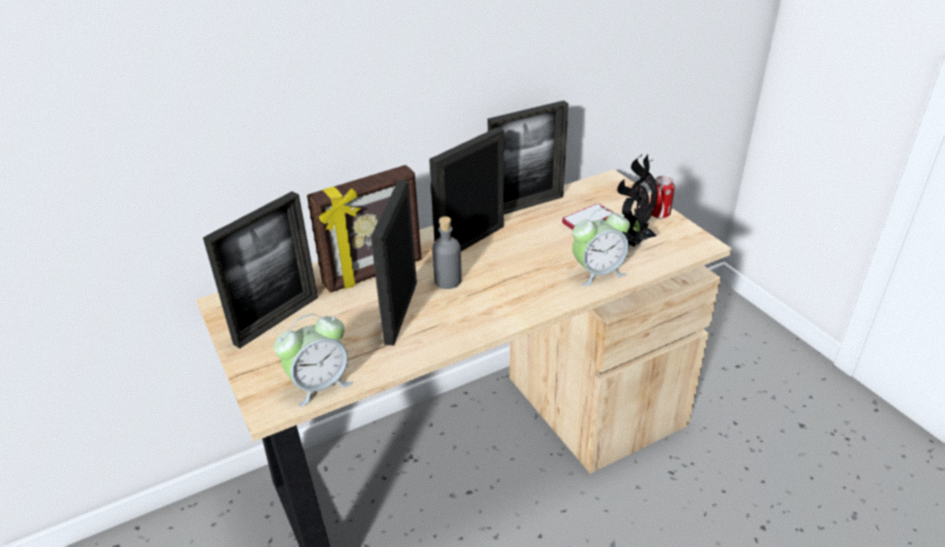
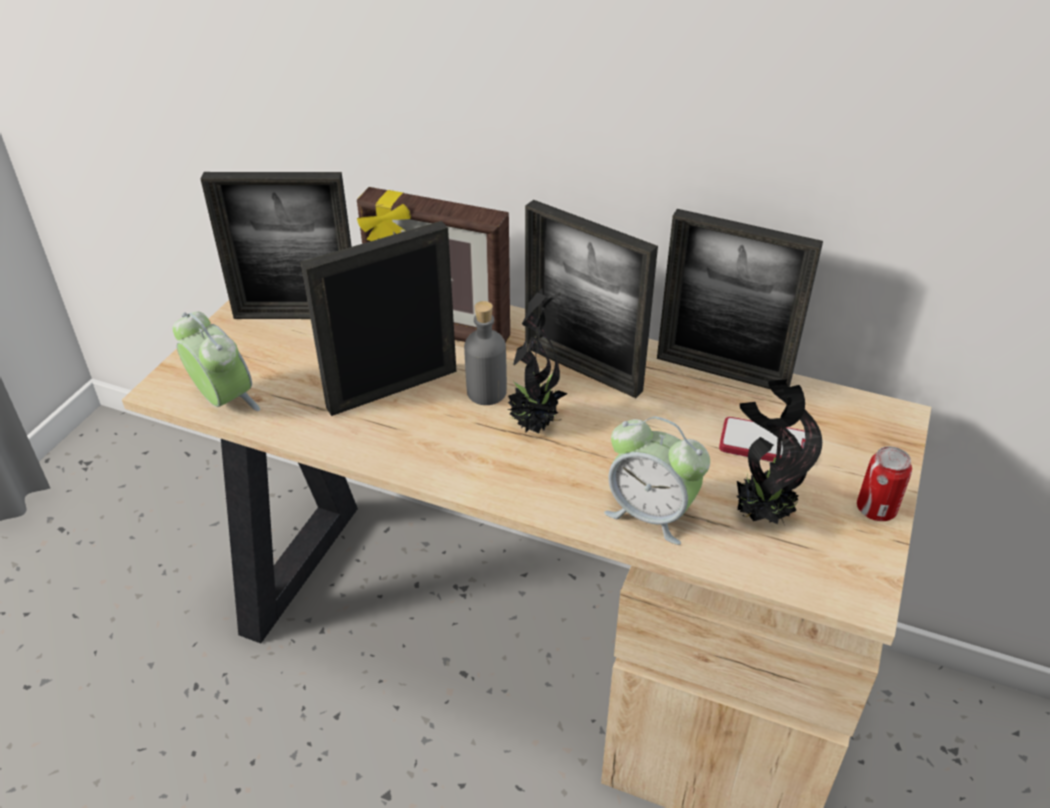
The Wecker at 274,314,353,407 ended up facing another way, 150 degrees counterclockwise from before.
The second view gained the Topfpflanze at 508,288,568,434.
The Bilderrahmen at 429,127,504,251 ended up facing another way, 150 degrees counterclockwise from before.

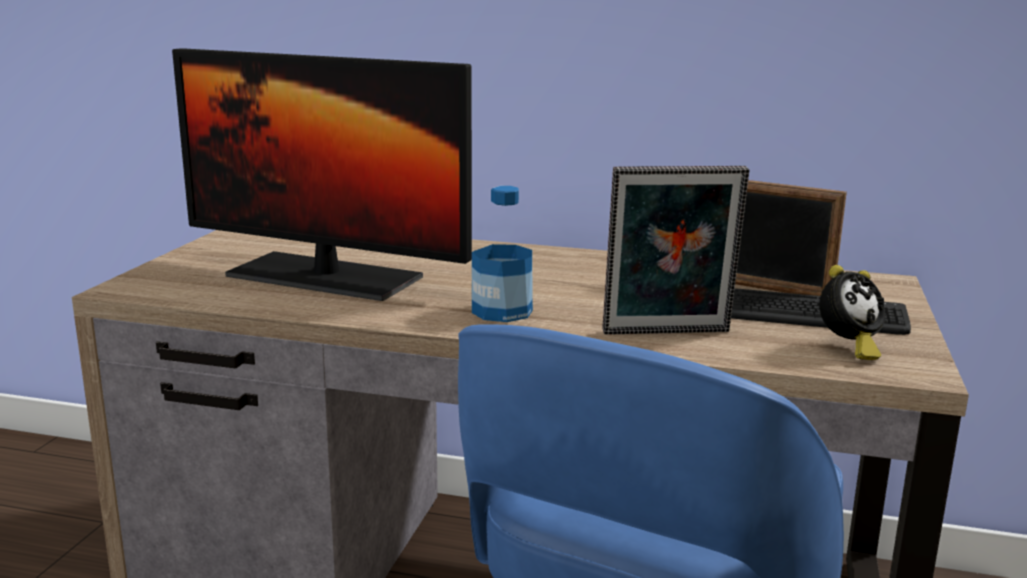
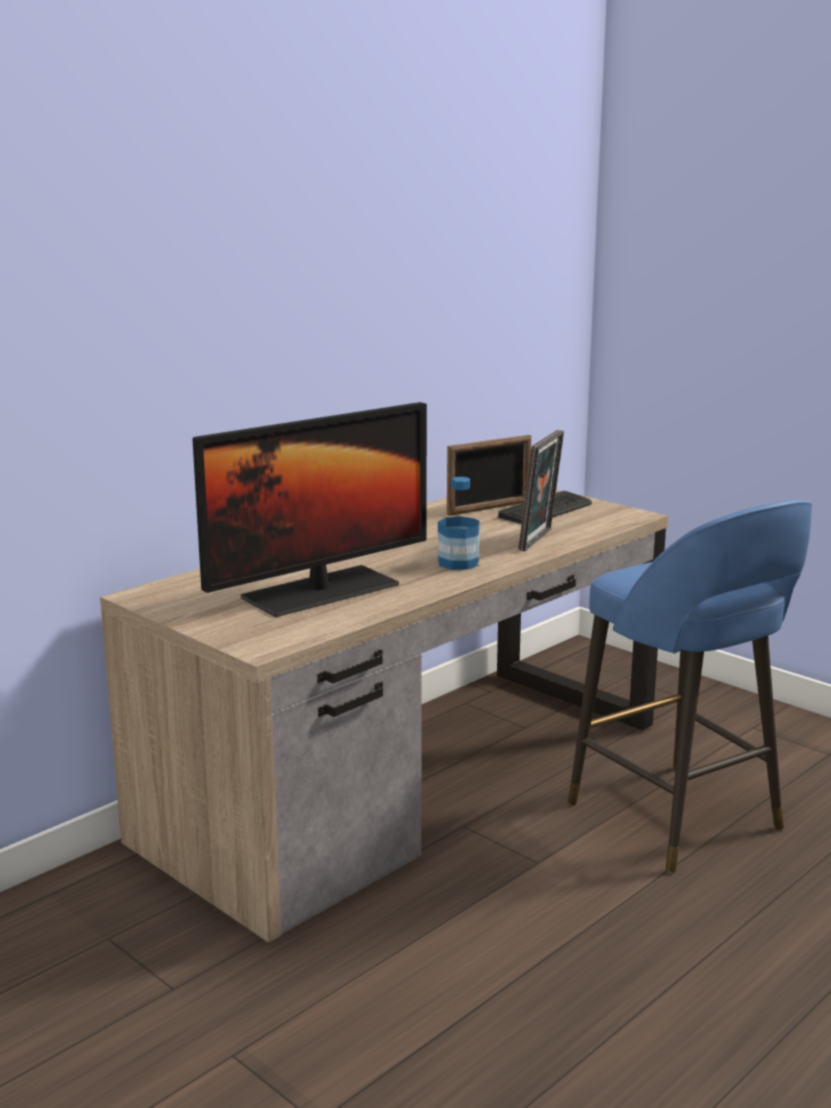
The second view lost the Wecker at 819,265,885,360.

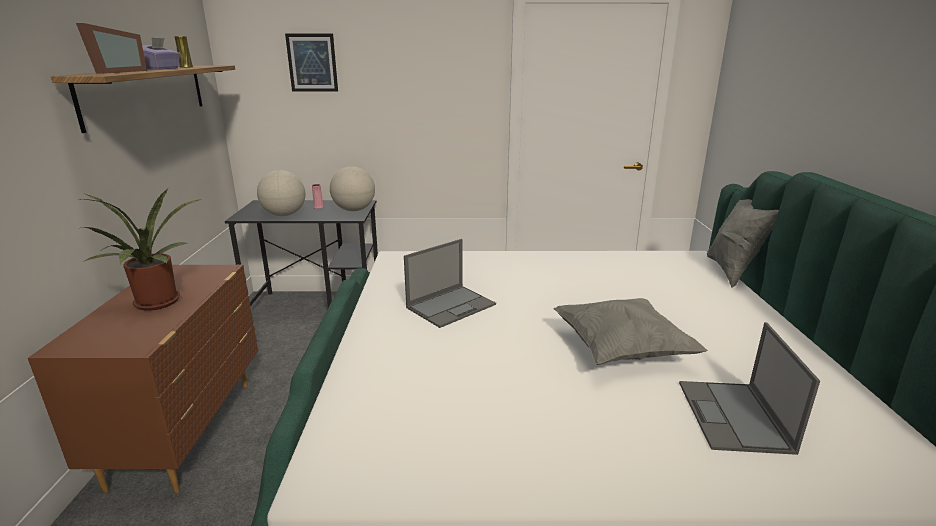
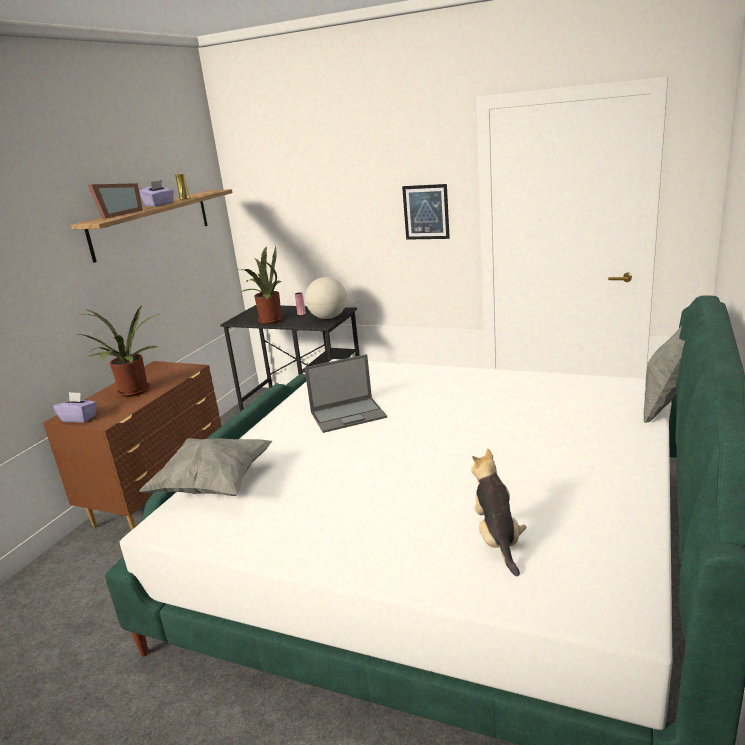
The second view gained the Taschentuchbox [lila] at 53,392,97,423.
The Kissen [grau] ended up elsewhere, having gone from 553,298,708,365 to 140,438,273,496.
Where the Globus stood at 257,170,305,216, the Topfpflanze came to stand at 240,246,283,324.
The Bild ended up elsewhere, having gone from 285,34,338,92 to 402,184,450,240.
Where the Laptop stood at 679,322,820,455, the Plüschtier came to stand at 471,448,526,576.

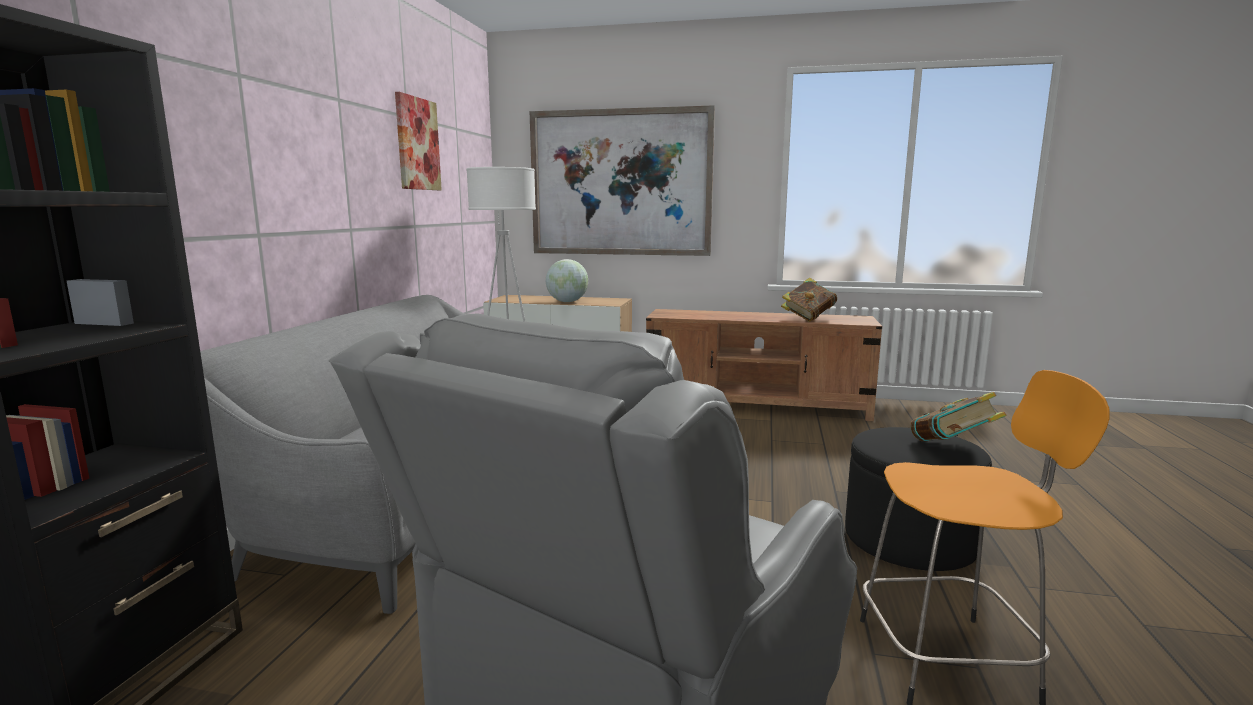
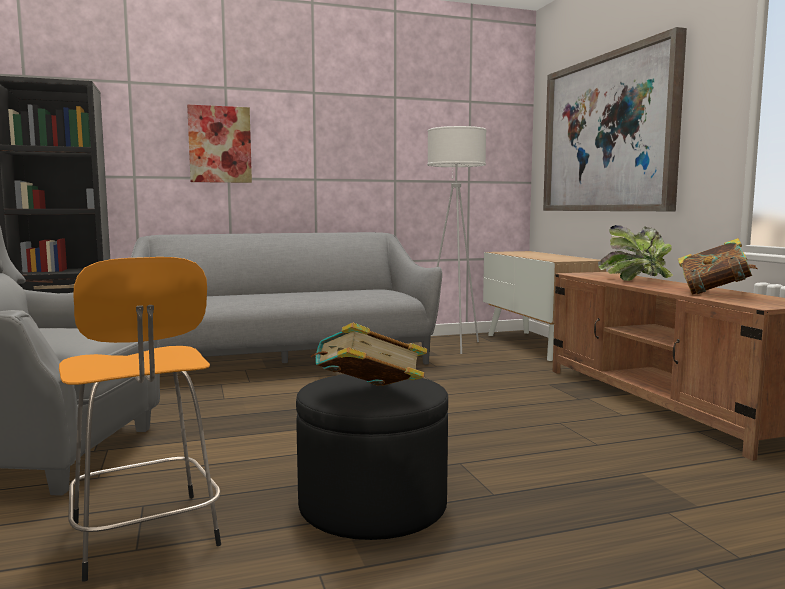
The Bild ended up elsewhere, having gone from 395,92,442,190 to 187,104,252,183.
The second view gained the Topfpflanze at 598,225,673,281.
The second view lost the Globus at 546,259,588,302.

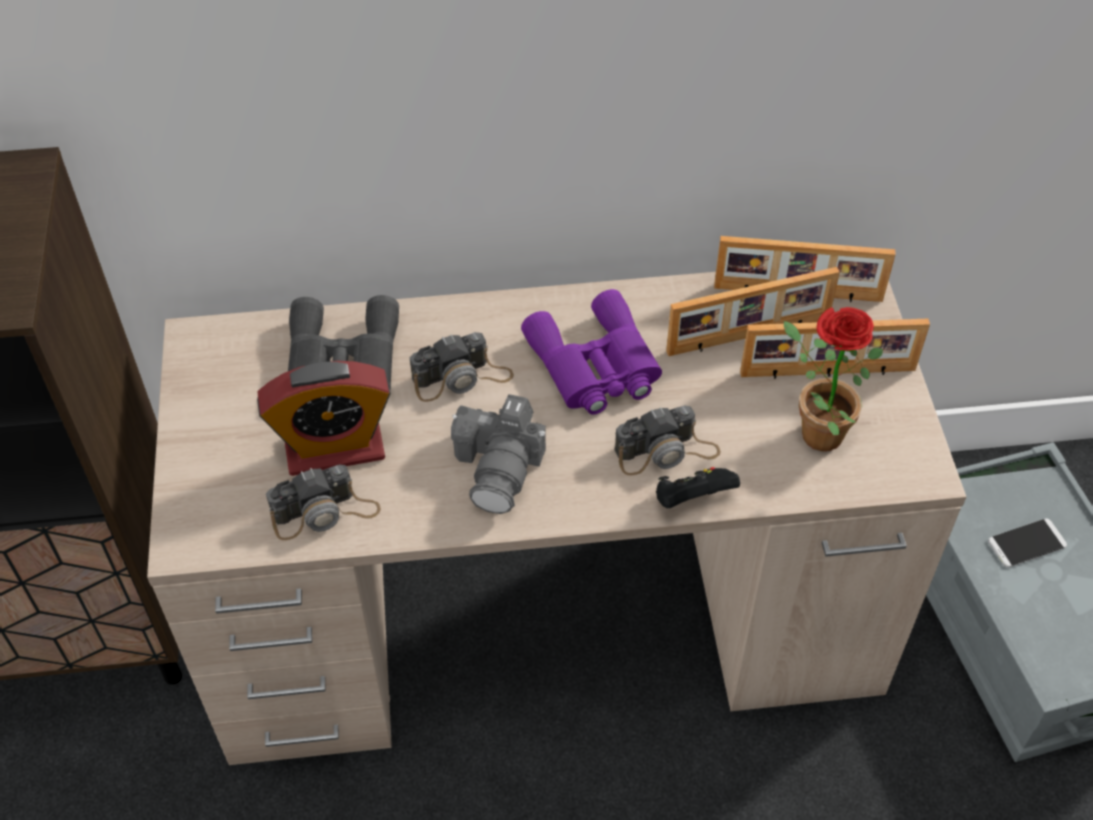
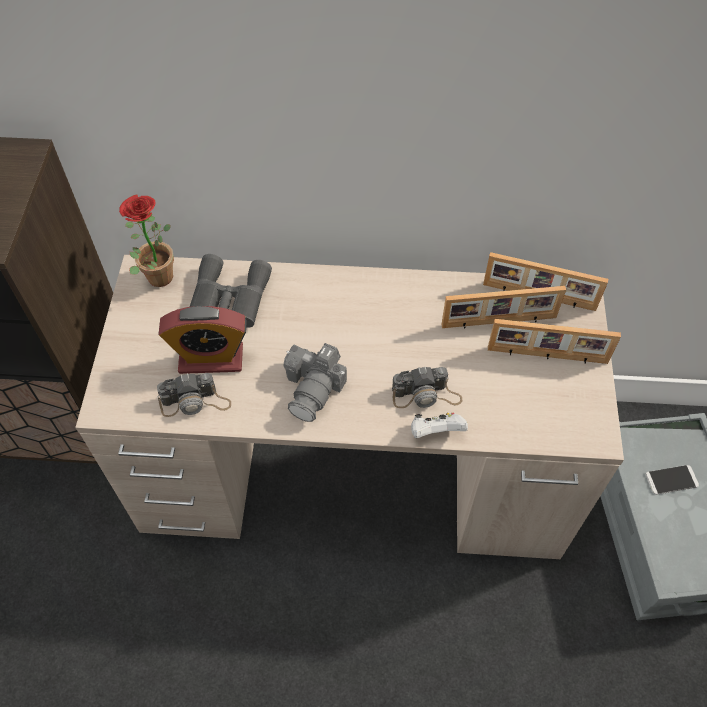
The Topfpflanze ended up elsewhere, having gone from 784,307,883,451 to 119,195,174,287.
What was the Gamepad [schwarz] at 656,467,740,508 turned into the Gamepad [weiß] at 411,413,468,438.
The second view lost the Kamera at 410,332,514,402.
The second view lost the Fernglas [lila] at 521,289,662,415.

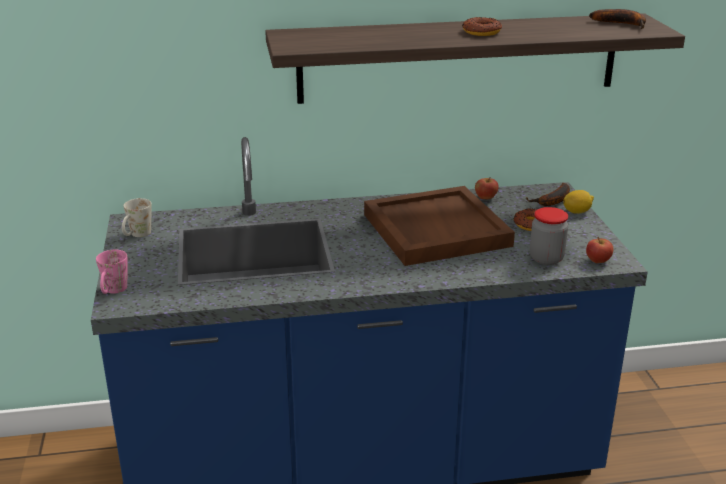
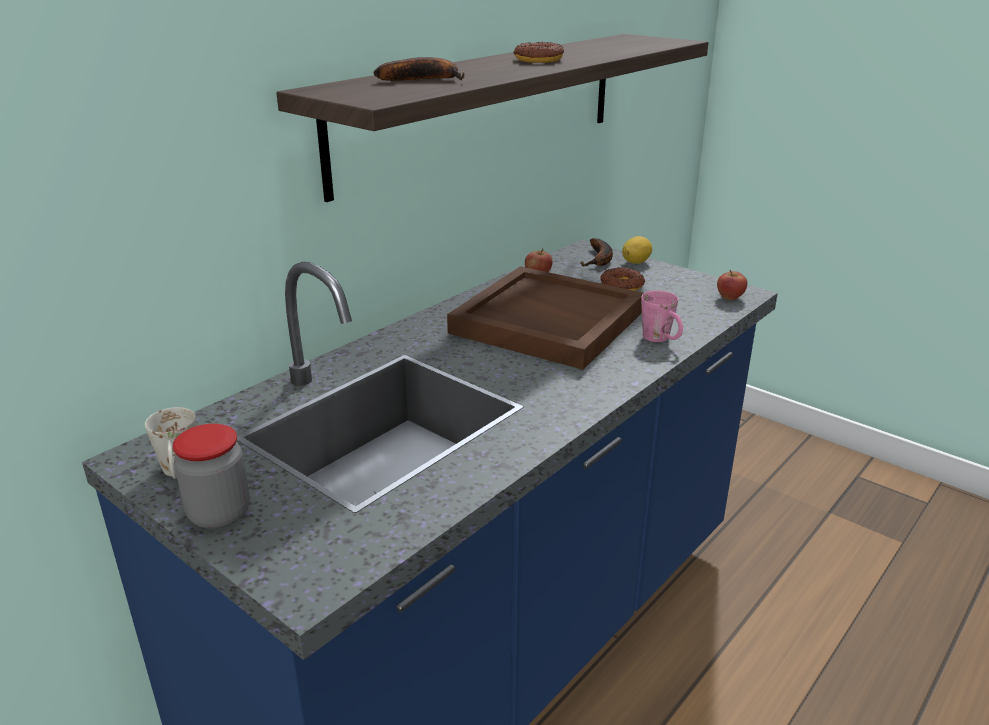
The Vorratsglas ended up elsewhere, having gone from 530,207,568,265 to 173,424,250,529.
The Banane ended up elsewhere, having gone from 589,9,646,29 to 374,57,464,81.
The Henkelbecher [rosa] ended up elsewhere, having gone from 96,250,127,294 to 641,291,683,342.

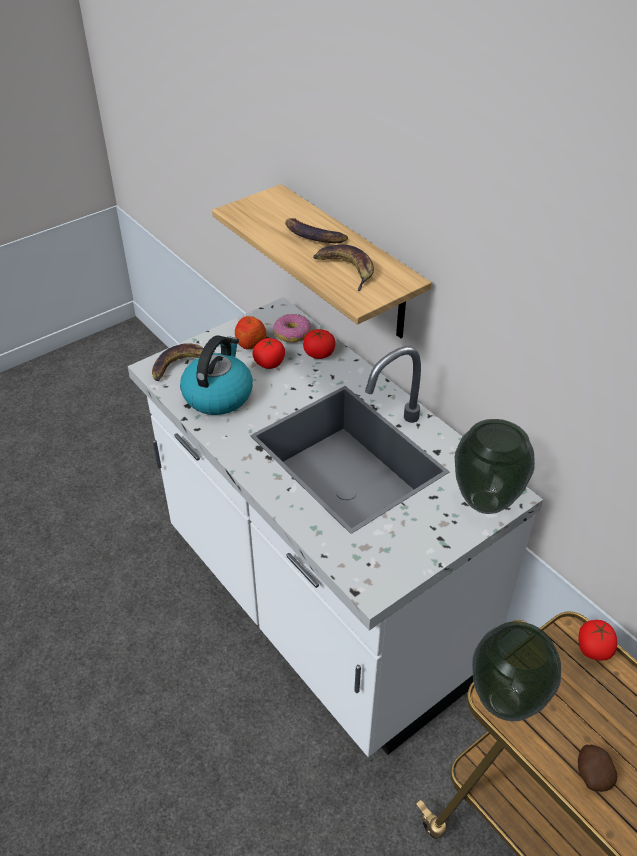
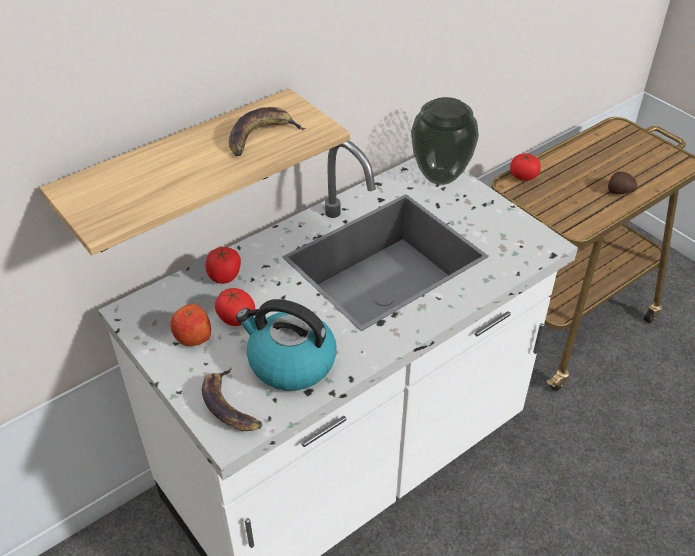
The second view lost the Donut at 273,314,311,343.
The second view lost the Banane at 285,218,348,243.
The second view lost the Vase at 472,621,561,721.

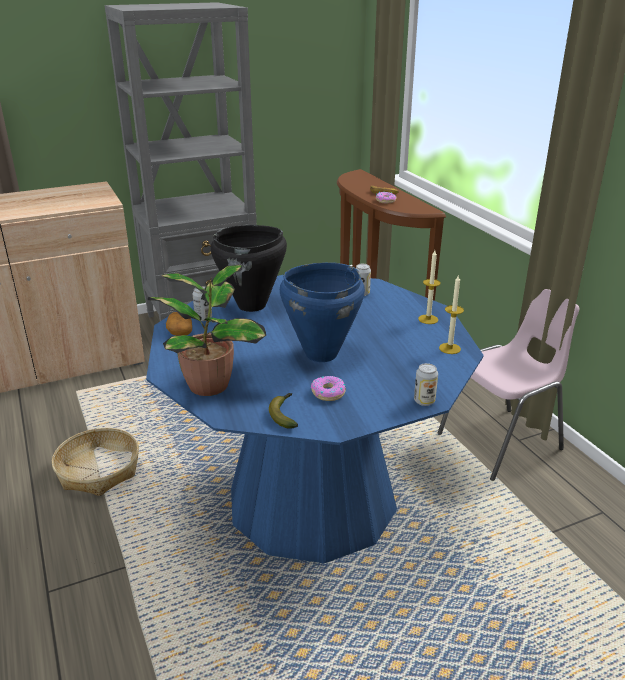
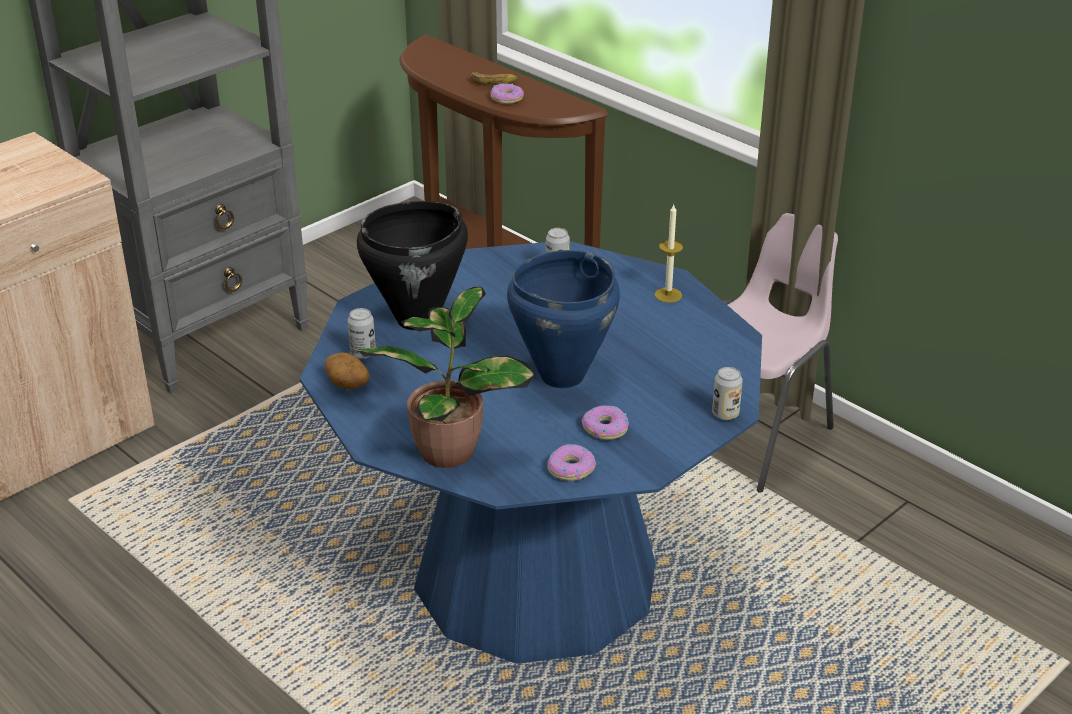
Where the Banane stood at 269,393,298,429, the Donut came to stand at 547,444,596,481.
The second view lost the Korb at 52,428,139,496.
The second view lost the Kerze at 439,274,464,354.

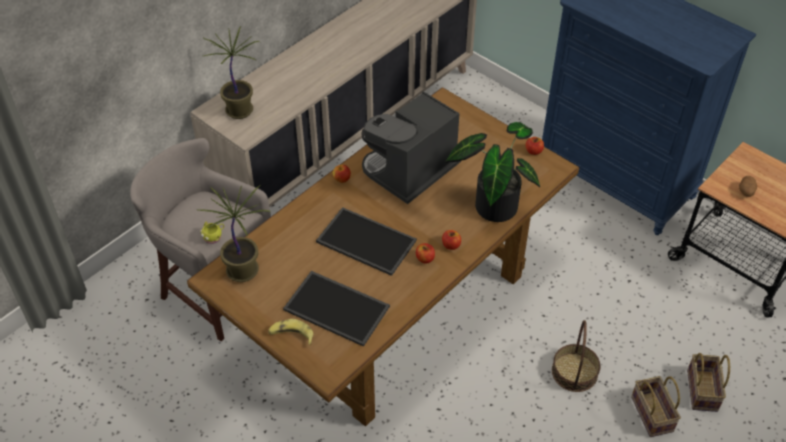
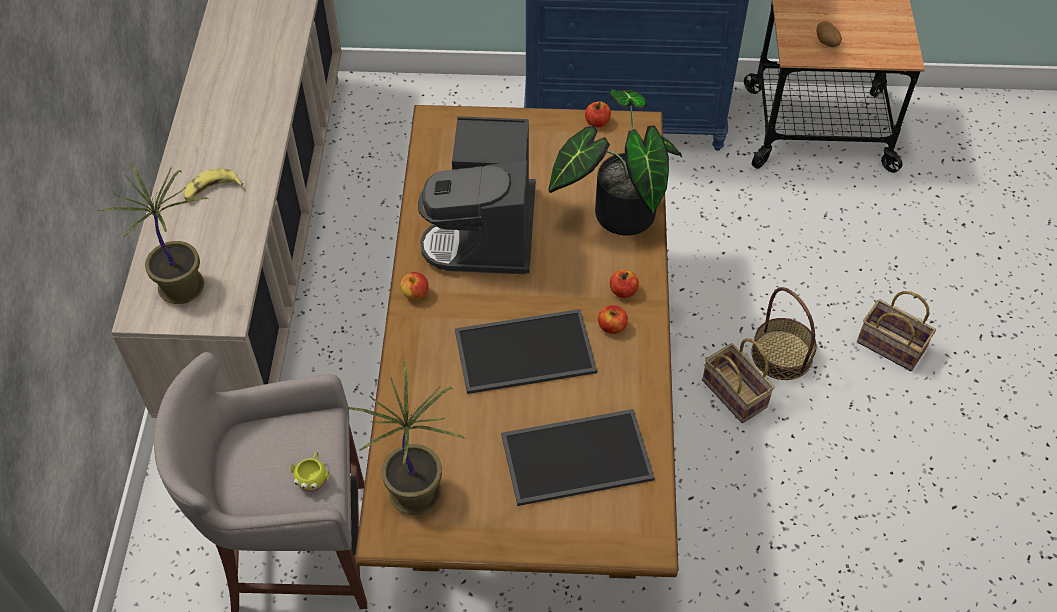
The Banane ended up elsewhere, having gone from 268,319,313,345 to 184,168,243,201.
The Korb ended up elsewhere, having gone from 687,353,730,412 to 702,338,775,423.

